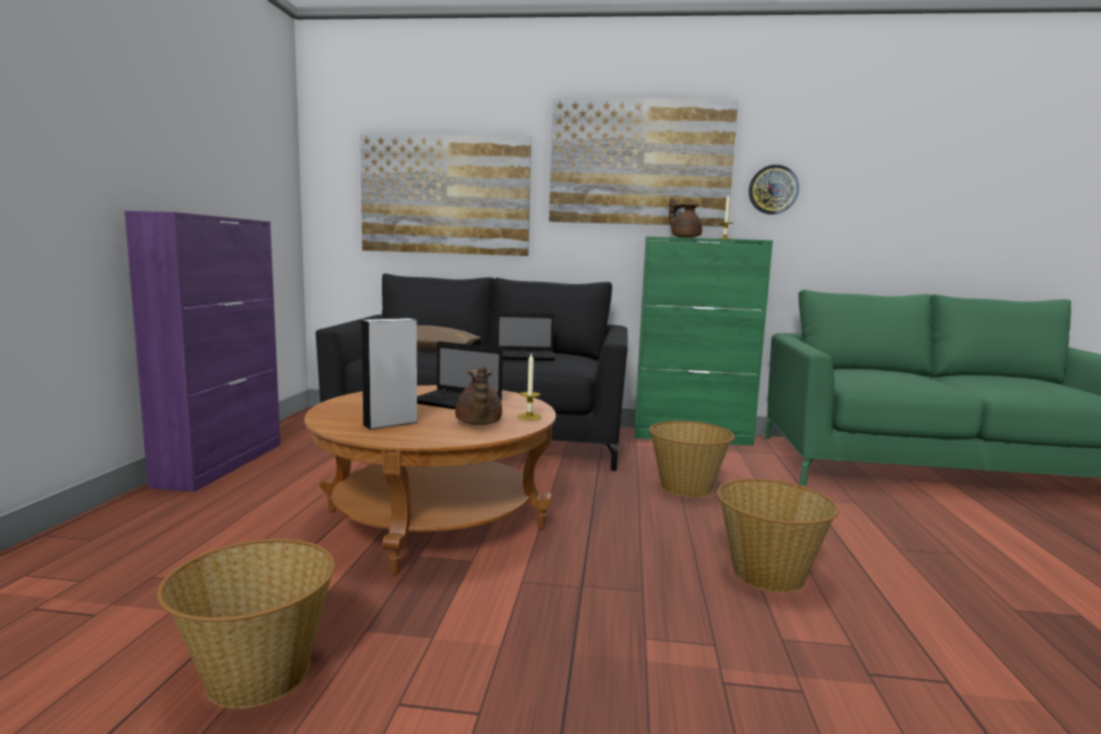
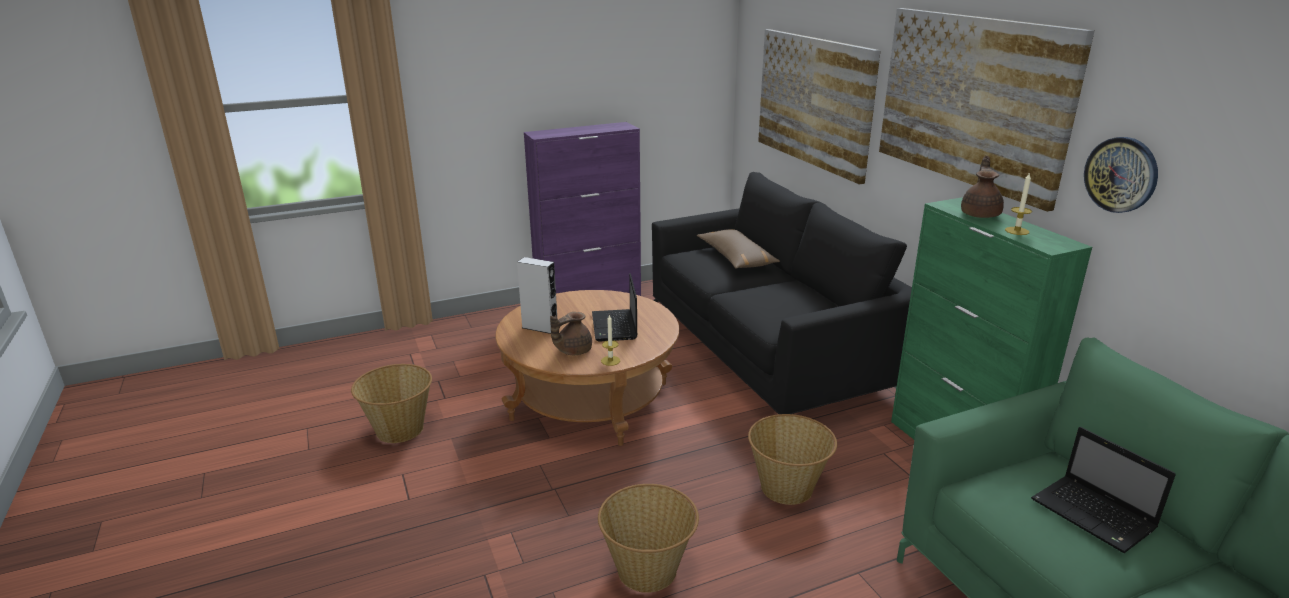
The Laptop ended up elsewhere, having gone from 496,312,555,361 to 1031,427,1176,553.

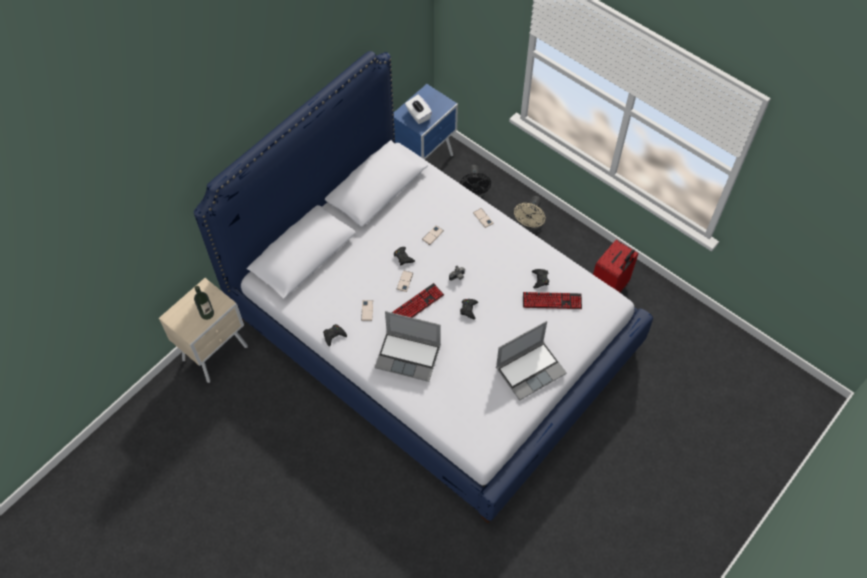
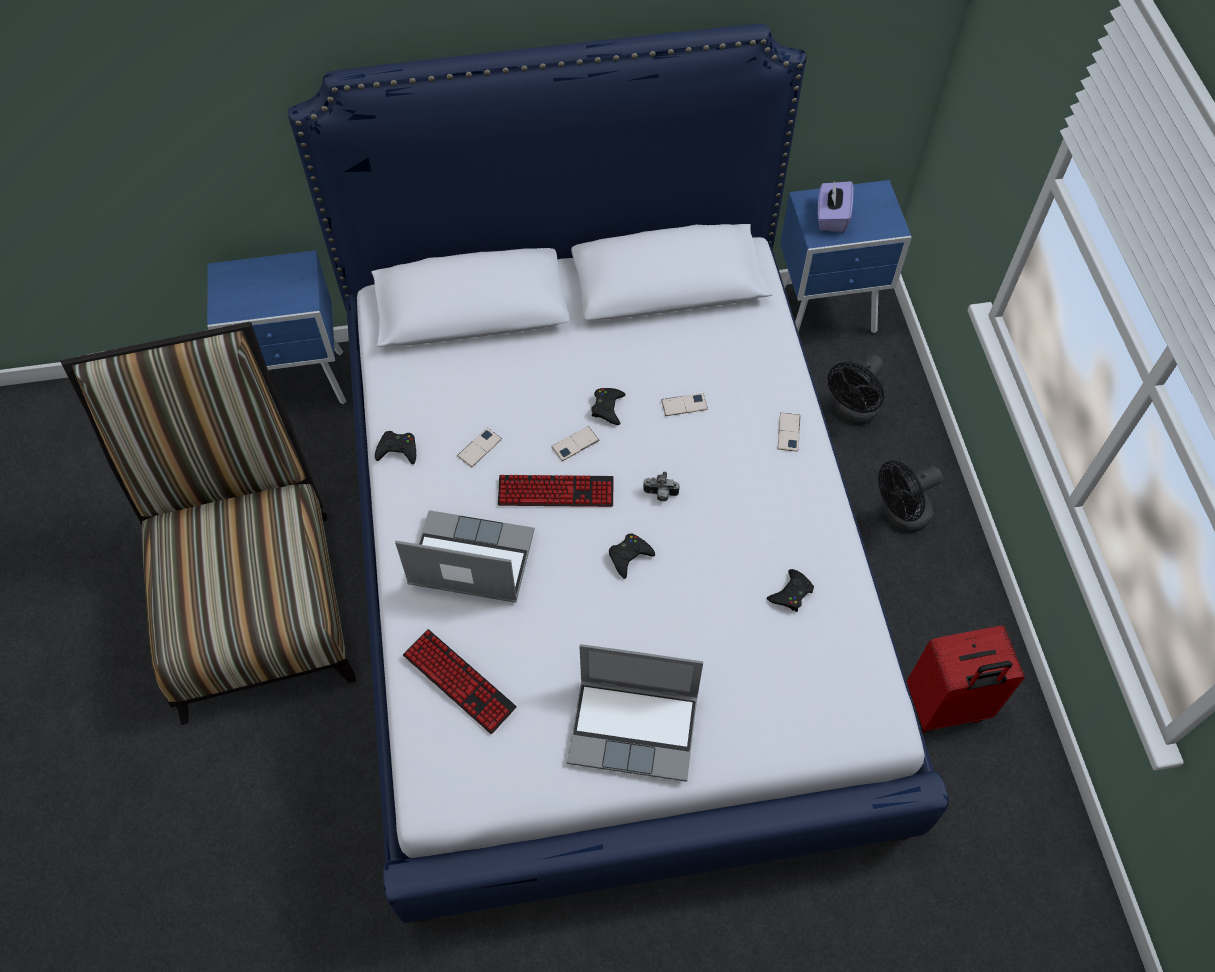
The second view gained the Stuhl at 60,322,356,725.
What was the Nachttisch [beige] at 159,278,248,383 turned into the Nachttisch [blau] at 207,250,346,404.
The Laptop at 375,311,441,382 ended up facing another way, 135 degrees clockwise from before.
The Tastatur ended up elsewhere, having gone from 523,292,582,309 to 403,629,517,734.
What was the Taschentuchbox [weiß] at 405,95,432,124 turned into the Taschentuchbox [lila] at 818,181,854,233.
What was the Ventilator [beige] at 514,196,545,234 turned into the Ventilator [schwarz] at 878,460,942,533.
The second view lost the Flasche at 194,286,214,320.

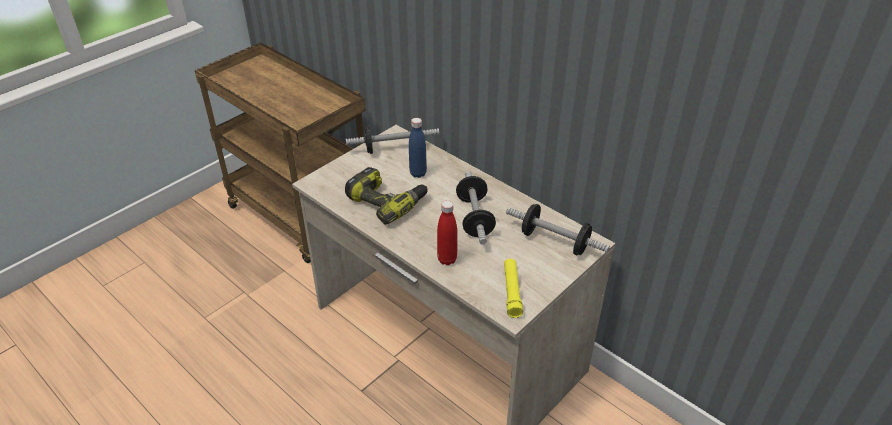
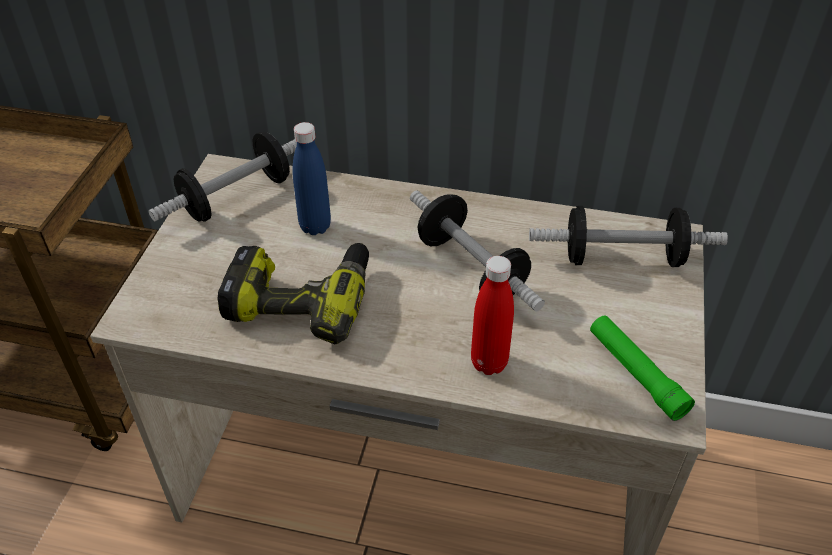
What was the Taschenlampe [gelb] at 504,259,523,318 turned into the Taschenlampe [grün] at 590,316,695,421.

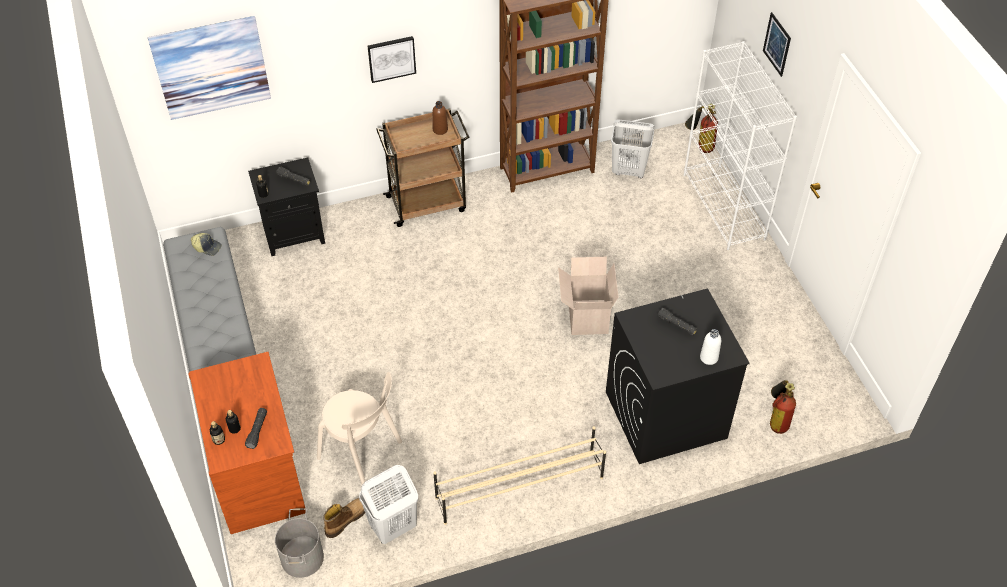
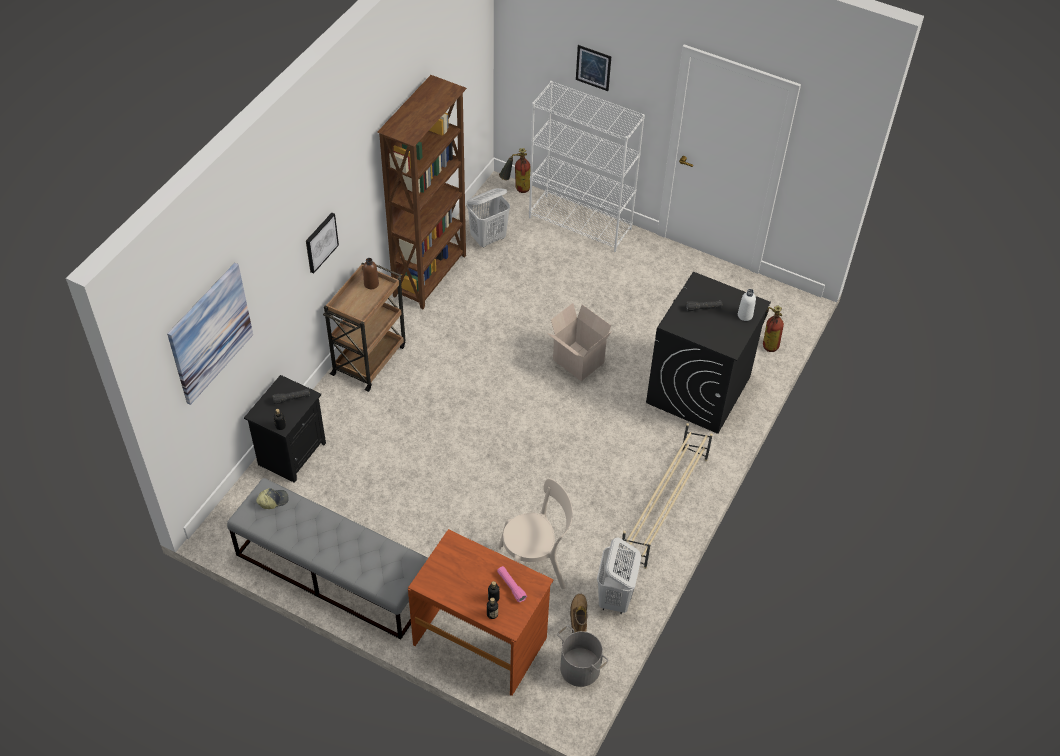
What was the Taschenlampe [schwarz] at 245,408,267,449 turned into the Taschenlampe [rosa] at 497,566,527,603.

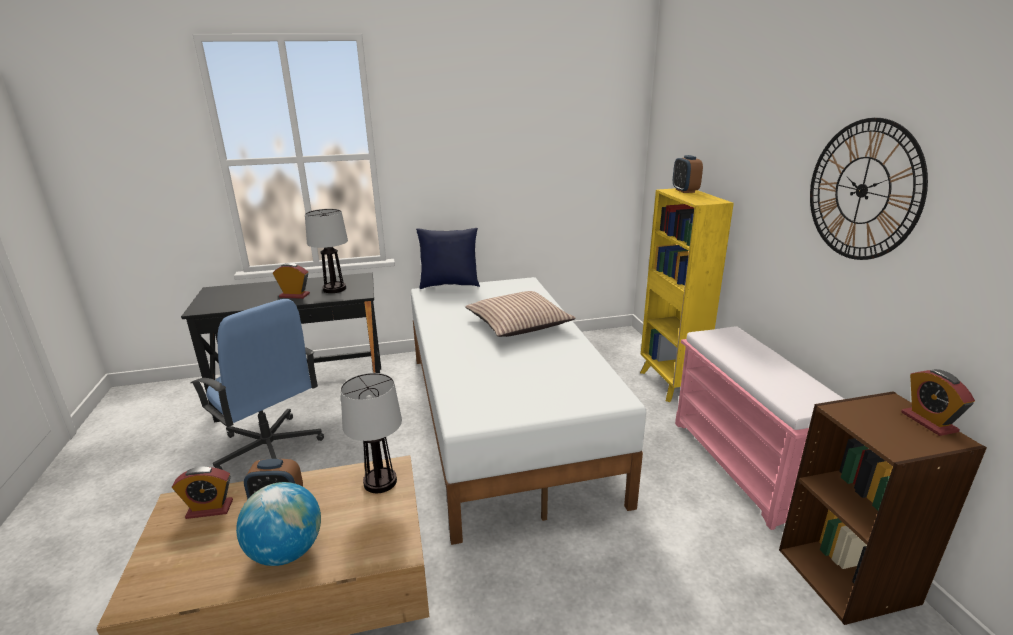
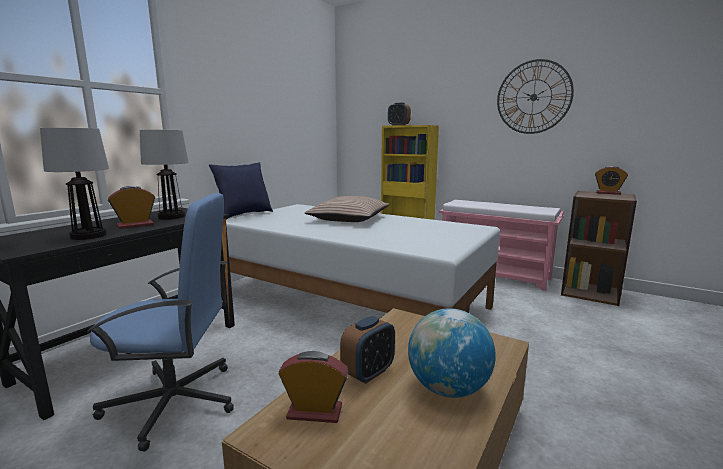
The Tischlampe ended up elsewhere, having gone from 340,373,402,493 to 40,128,109,240.
The Wecker at 172,467,233,519 ended up facing another way, 120 degrees counterclockwise from before.

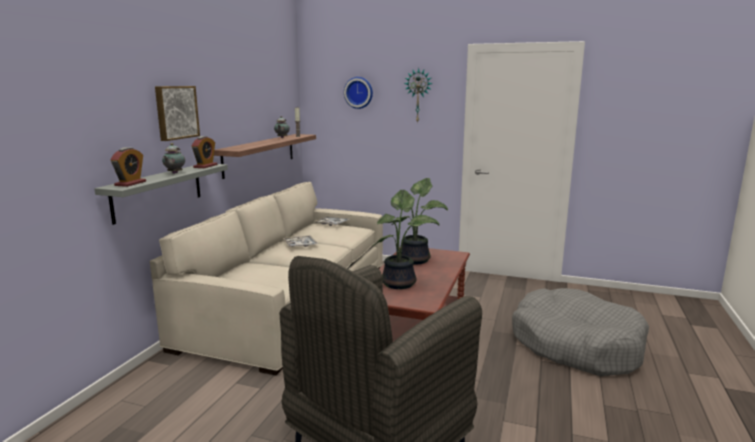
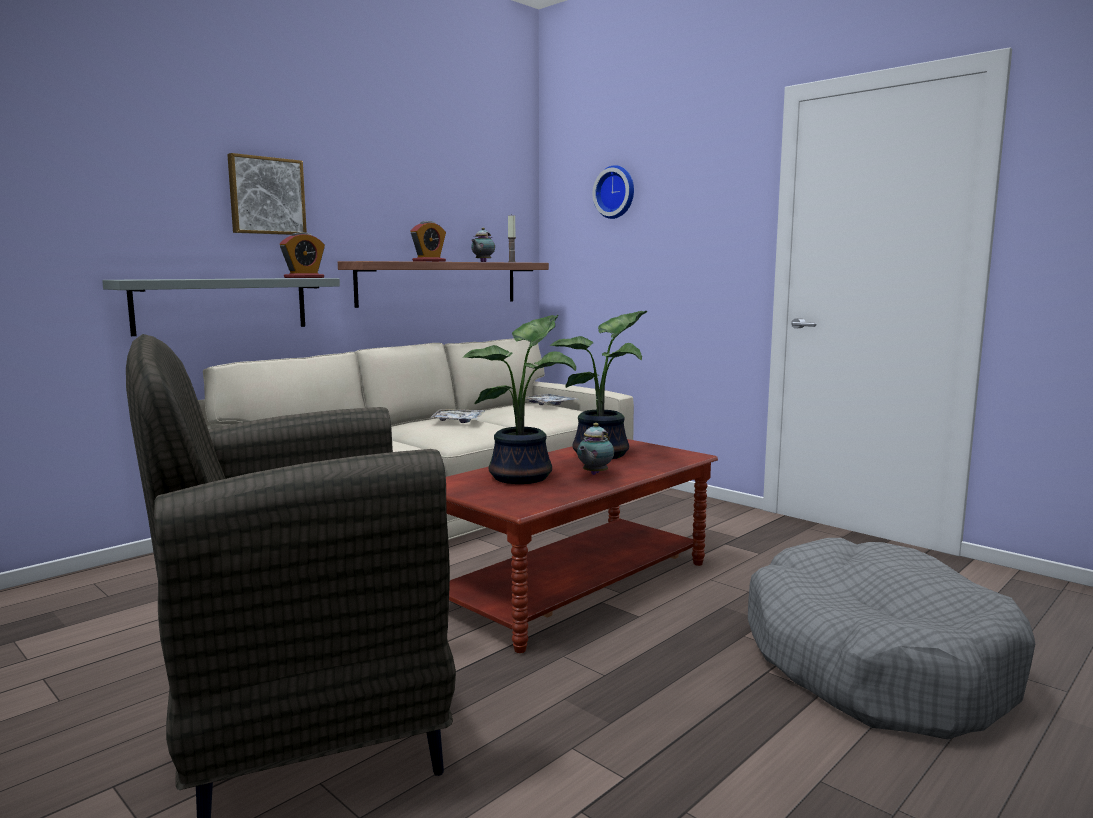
The Wecker ended up elsewhere, having gone from 110,147,146,187 to 410,221,446,262.
The Teekanne ended up elsewhere, having gone from 162,143,185,174 to 577,423,614,475.
The second view lost the Wanduhr at 404,68,433,123.

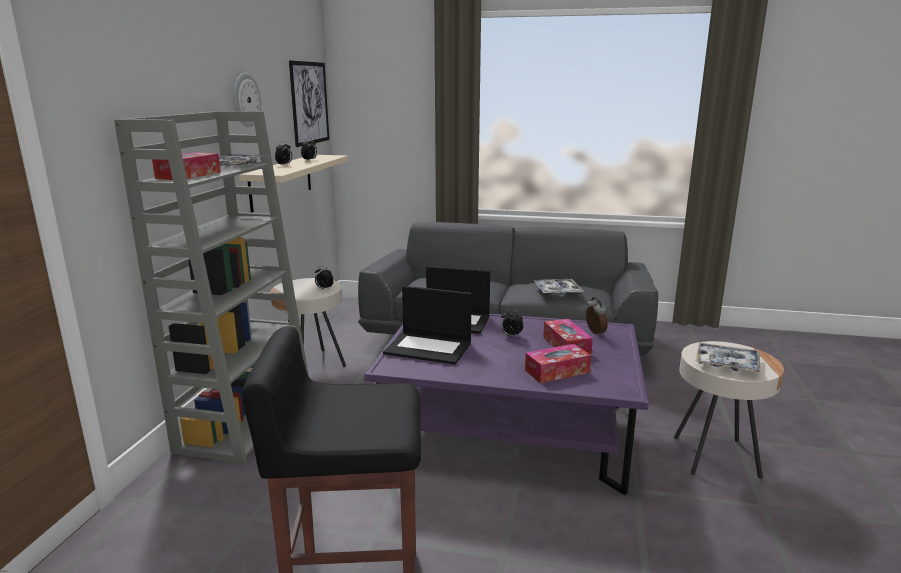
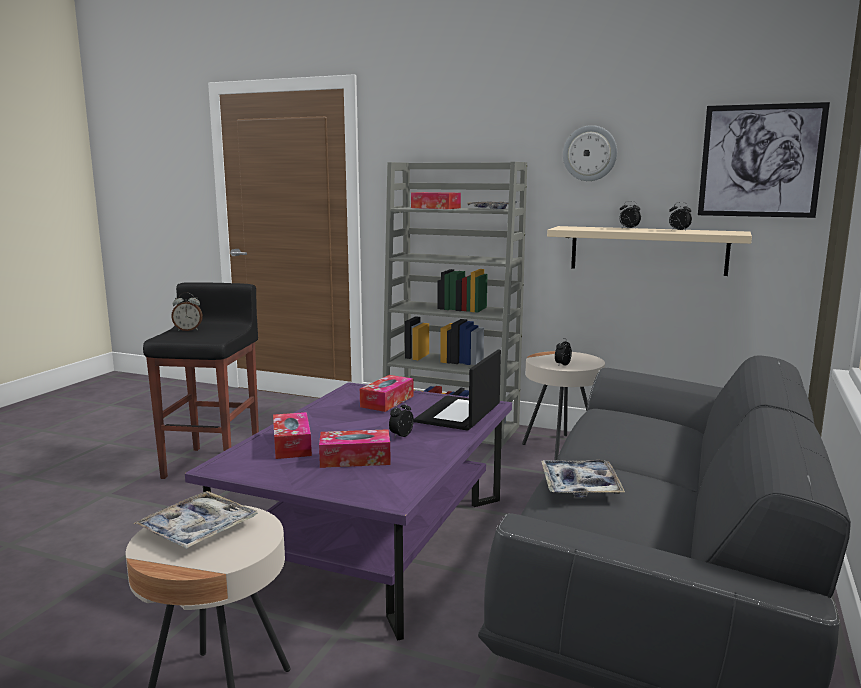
The Wecker ended up elsewhere, having gone from 586,297,608,336 to 171,292,203,331.
Where the Laptop stood at 383,286,472,365, the Taschentuchbox came to stand at 360,375,414,412.

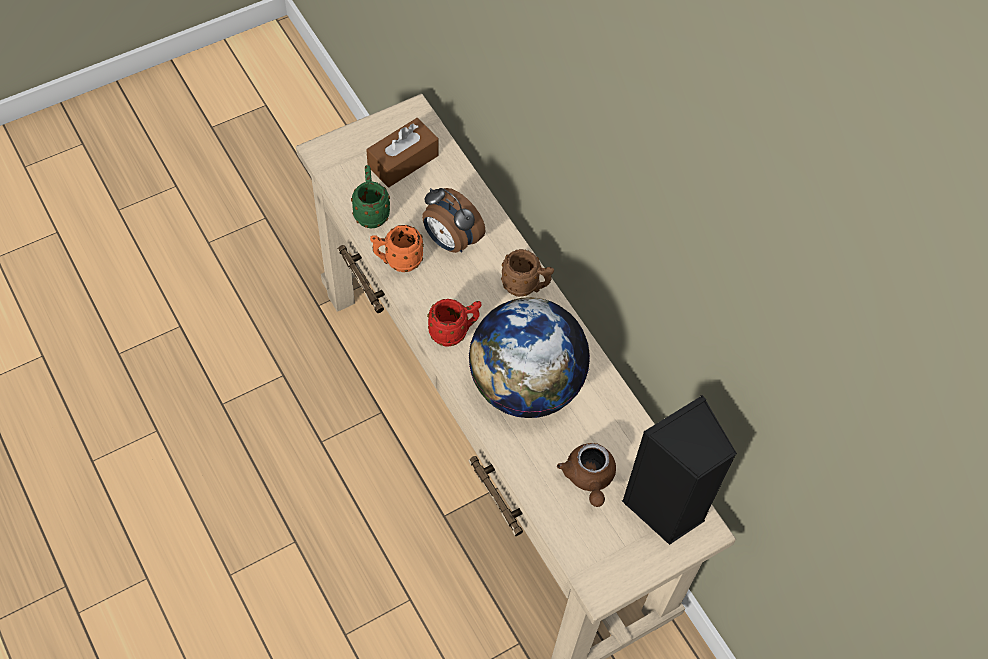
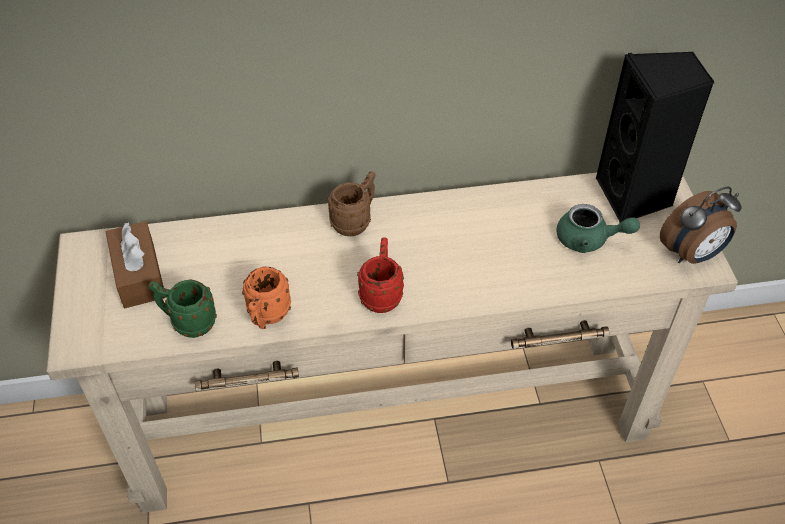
What was the Teekanne [braun] at 557,443,616,507 turned into the Teekanne [grün] at 557,204,640,253.
The Wecker ended up elsewhere, having gone from 422,188,486,253 to 660,187,742,264.
The second view lost the Globus at 468,297,590,418.

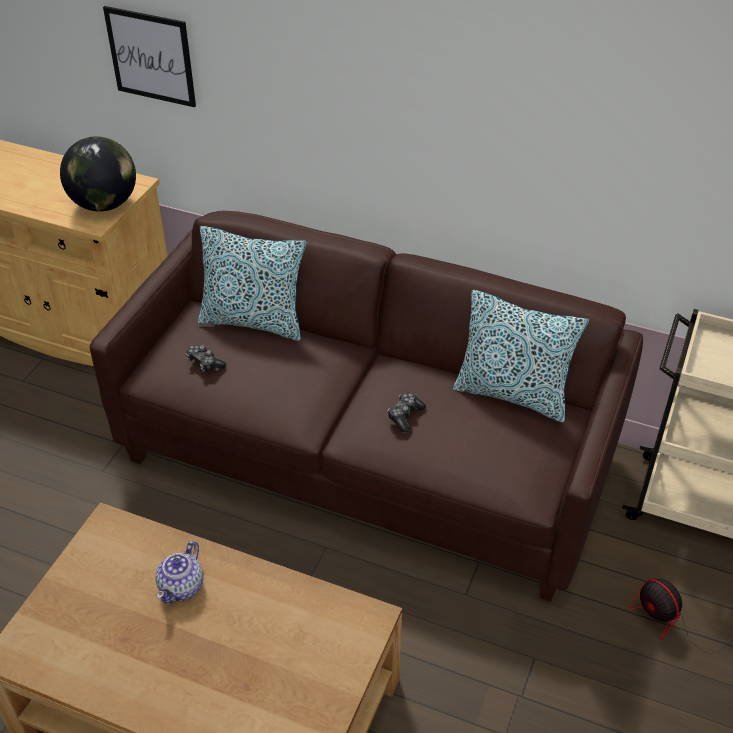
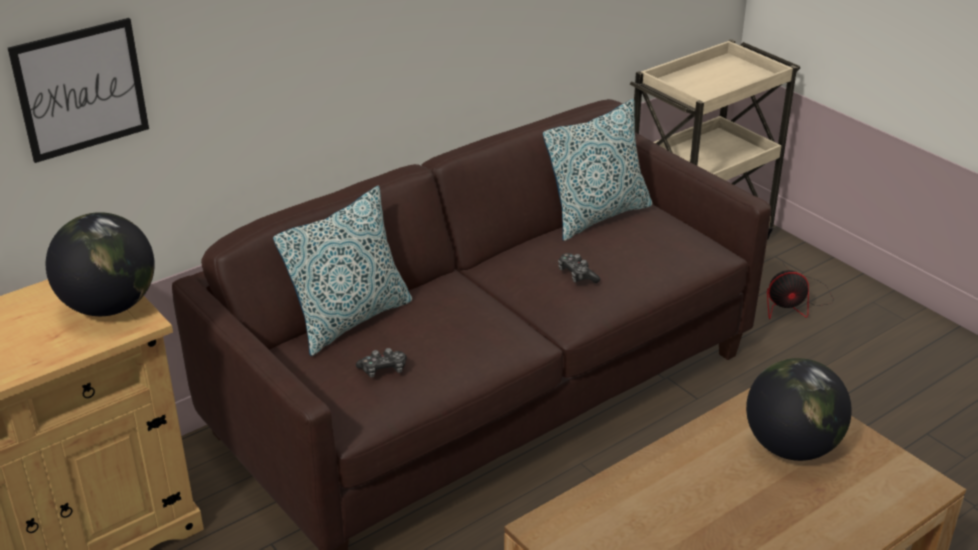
The second view gained the Globus at 746,358,852,461.
The second view lost the Teekanne at 155,541,203,604.

